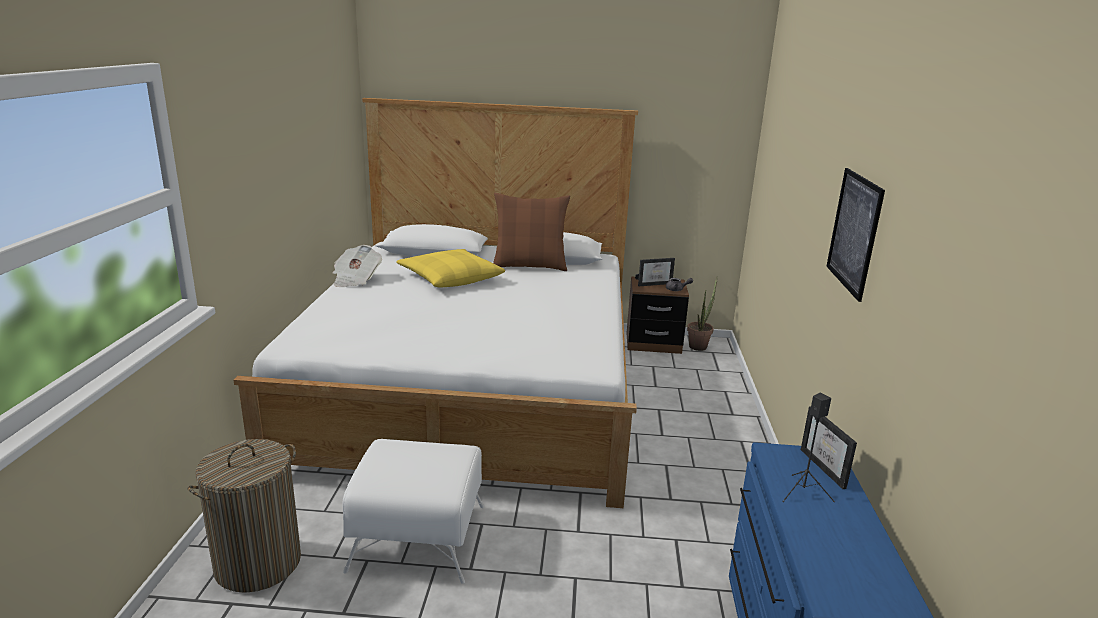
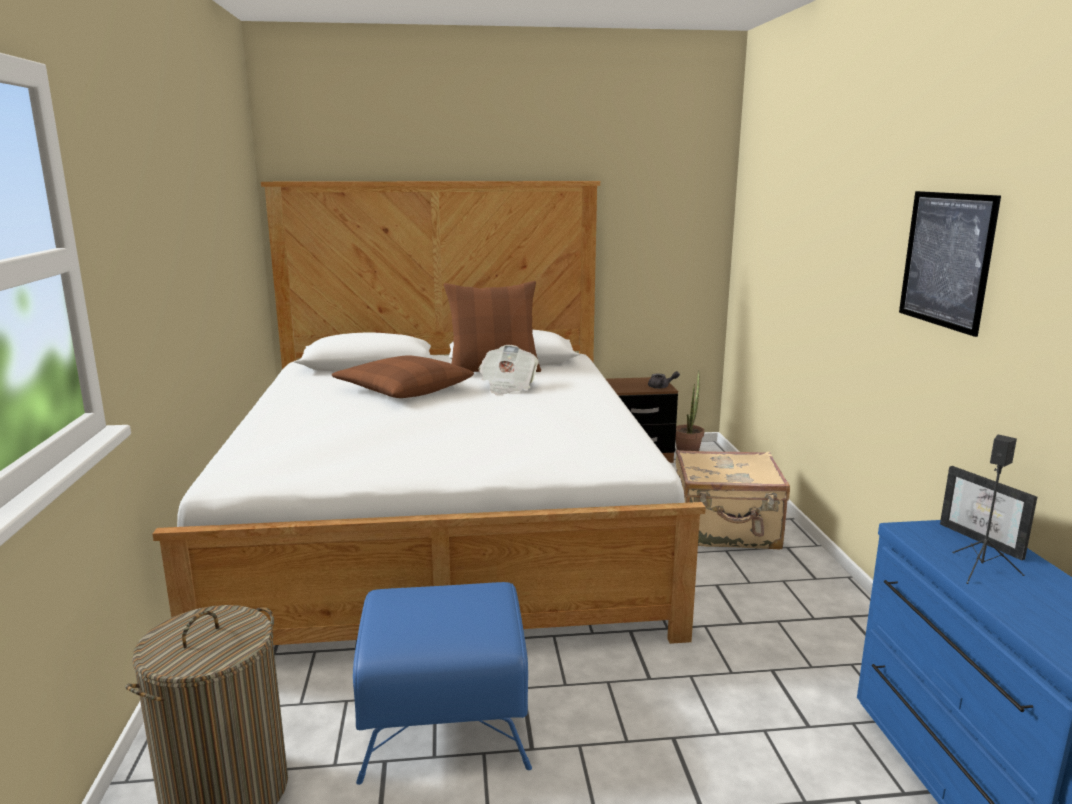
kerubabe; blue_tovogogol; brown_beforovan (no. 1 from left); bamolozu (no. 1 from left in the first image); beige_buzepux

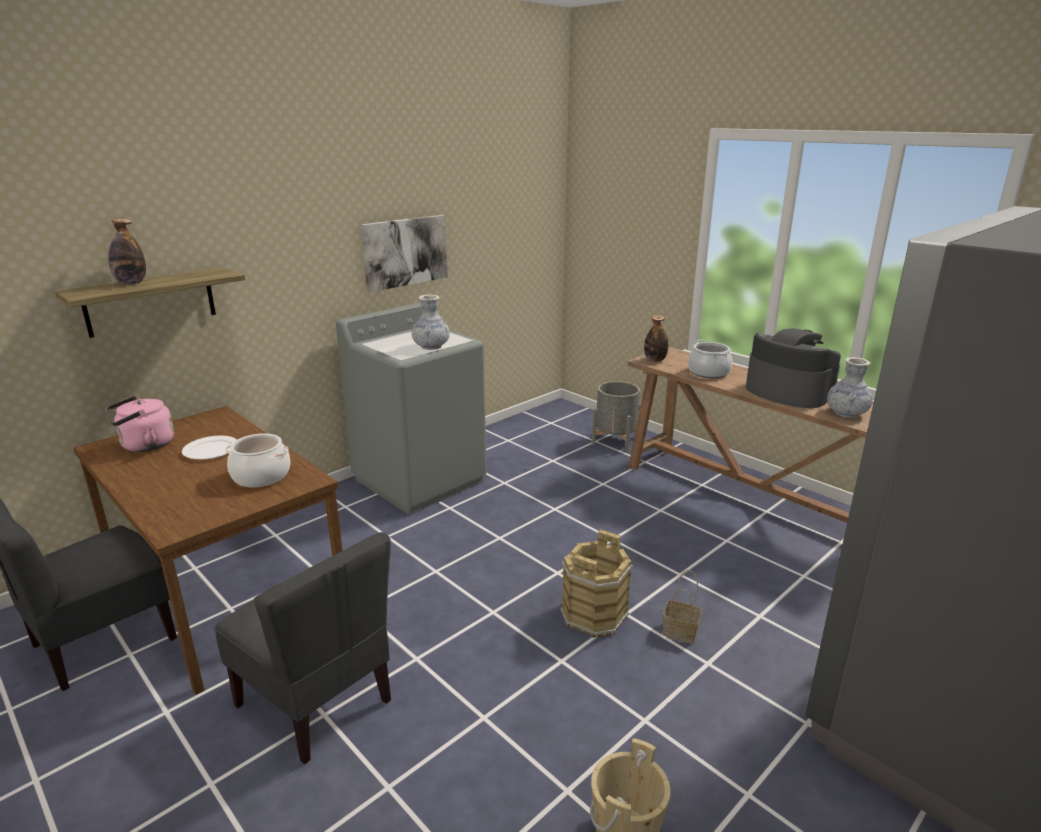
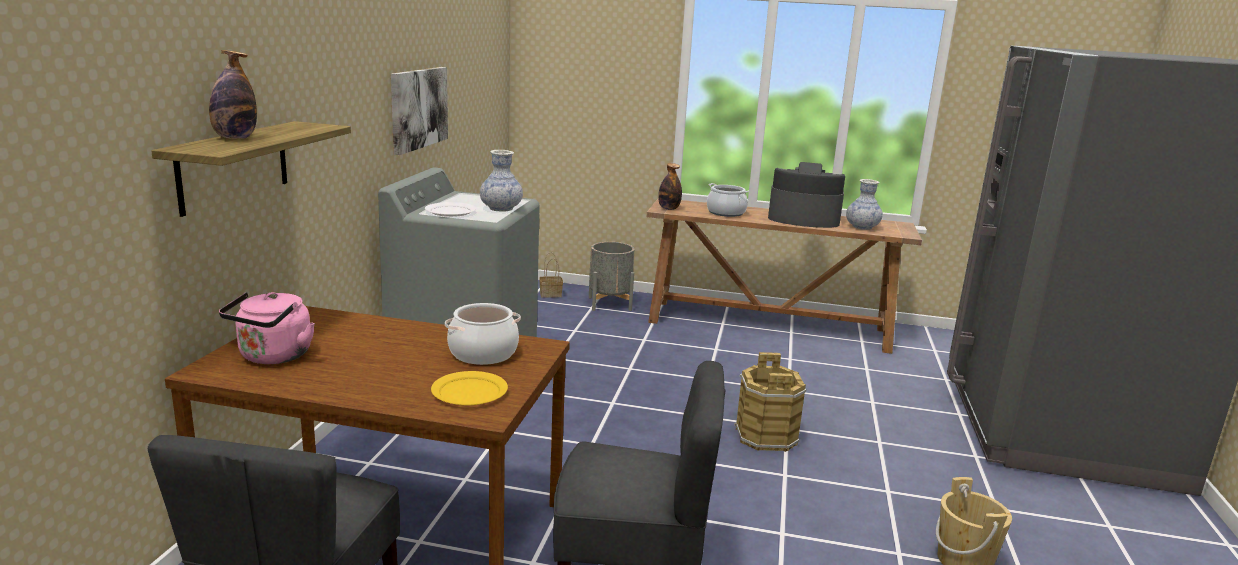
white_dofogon; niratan; yellow_dofogon

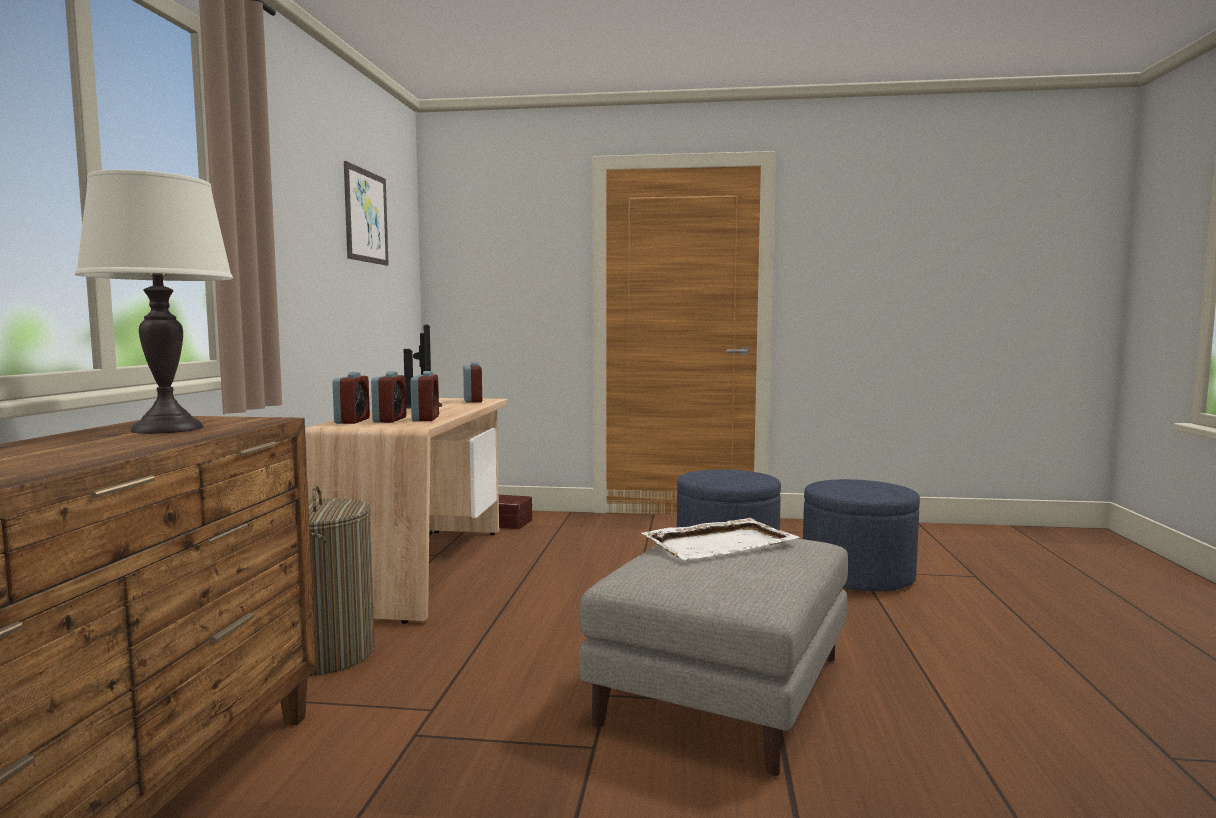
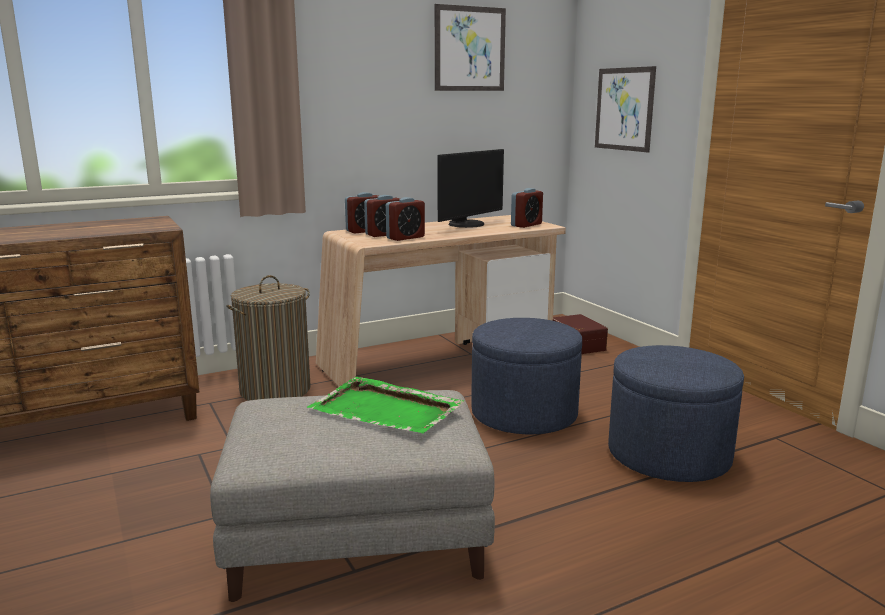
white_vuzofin; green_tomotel; blue_tovogogol (no. 1 from left); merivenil (no. 2 from left)

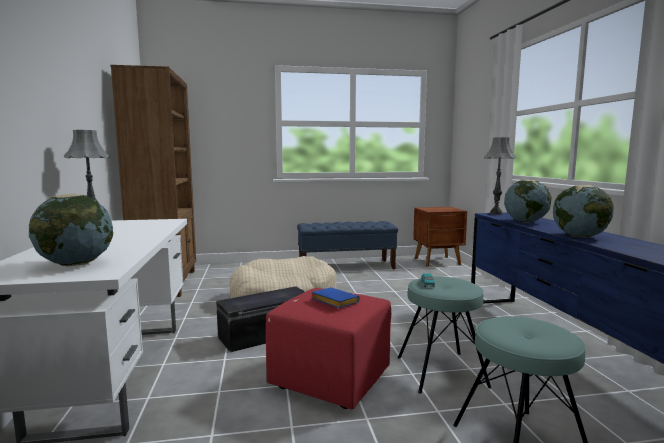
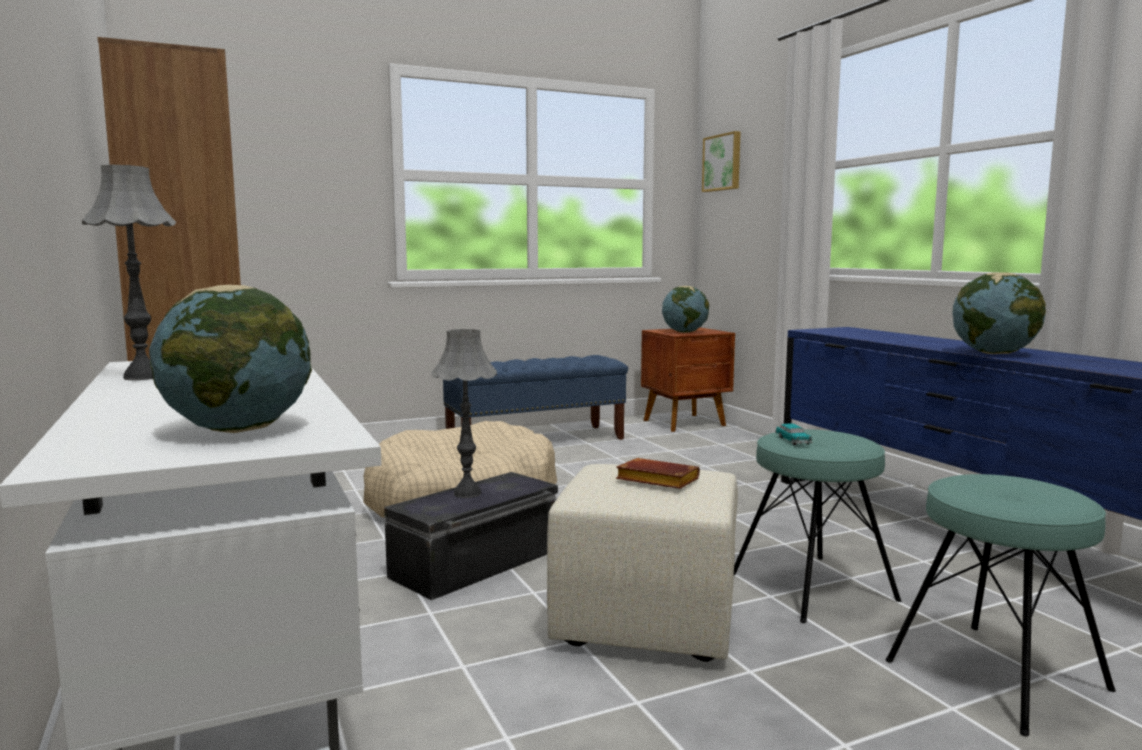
beige_tovogogol; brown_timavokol; grey_vuzofin (no. 2 from left); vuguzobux (no. 2 from left); merivenil

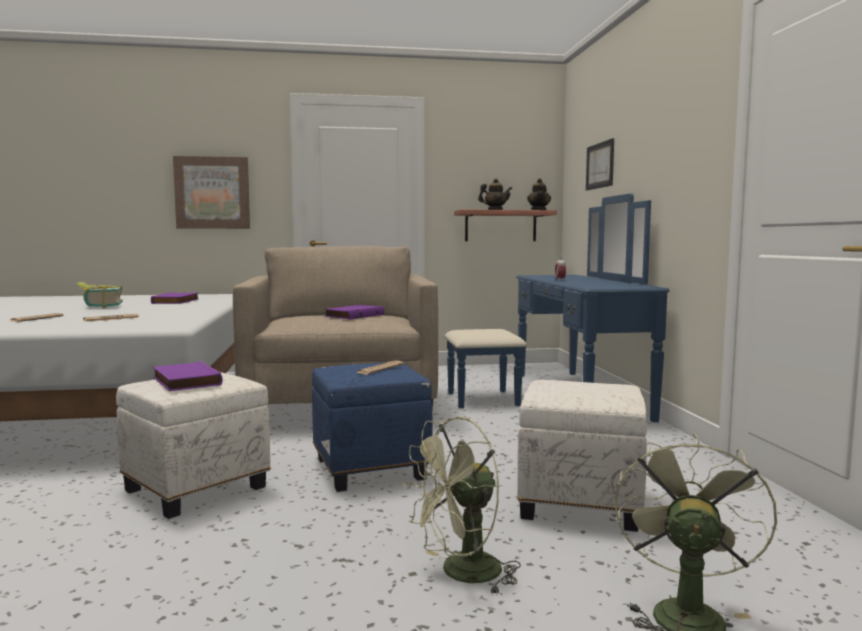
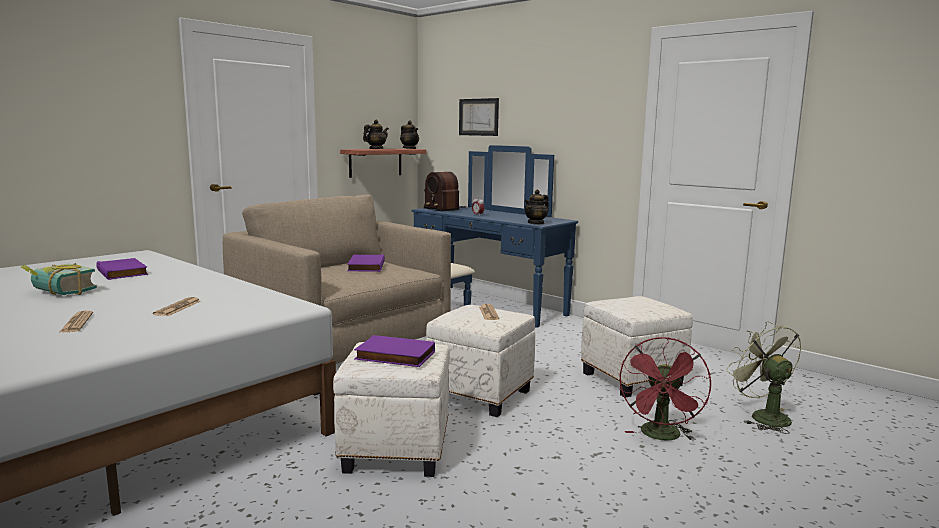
merivenil (no. 1 from left in the first image); white_tovogogol (no. 2 from left); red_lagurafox; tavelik; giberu (no. 3 from left)

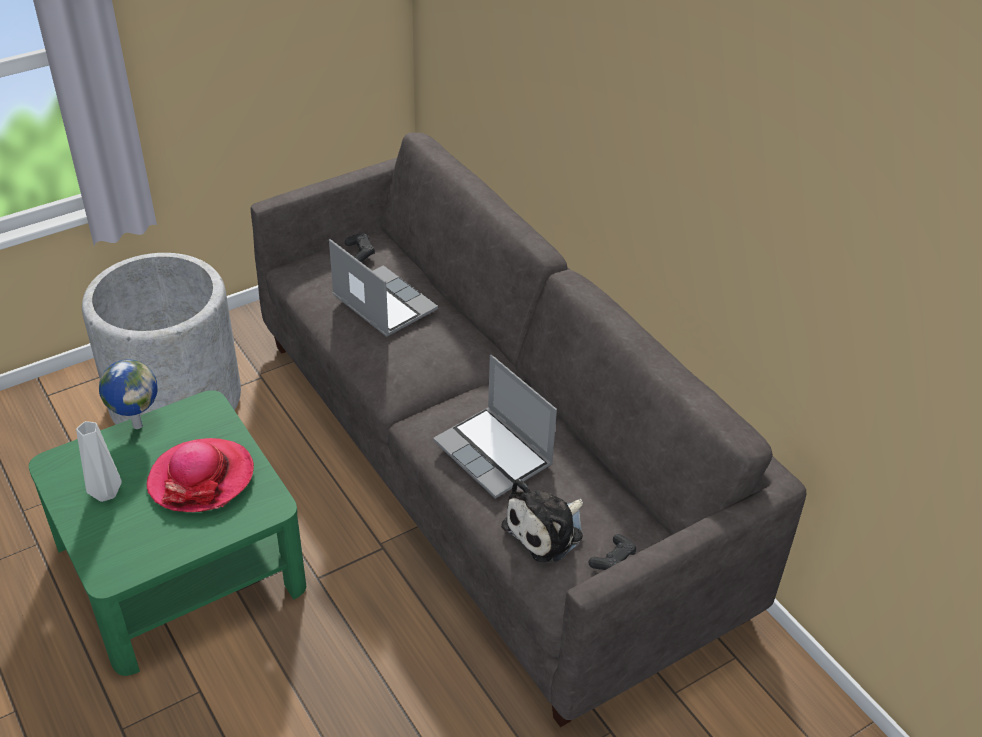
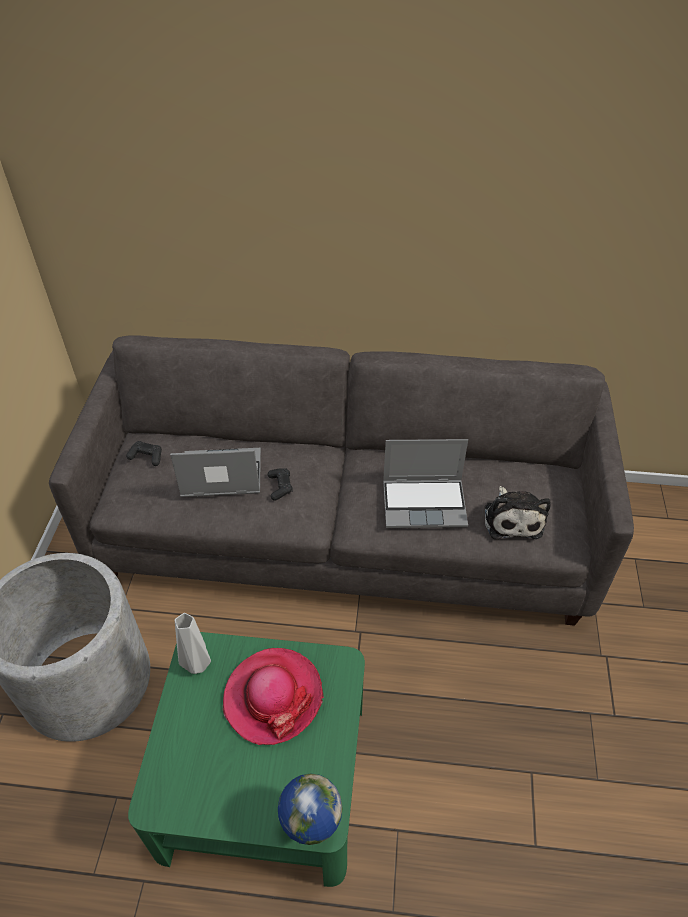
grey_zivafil; vuguzobux; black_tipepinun (no. 2 from left)

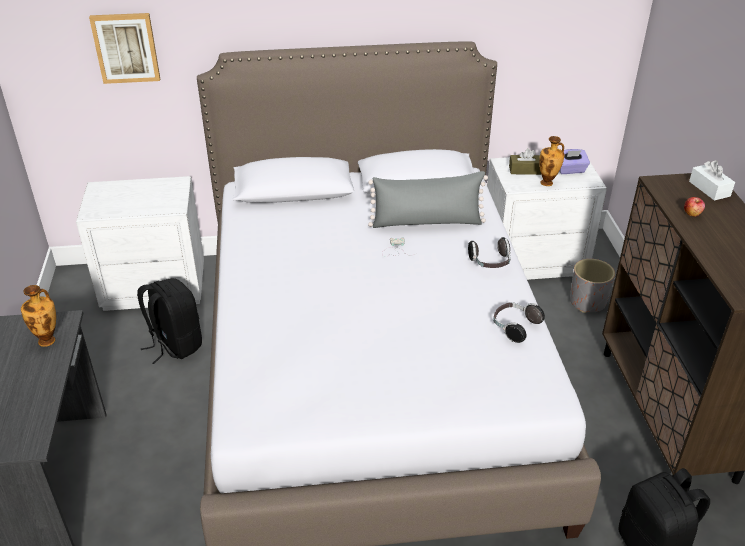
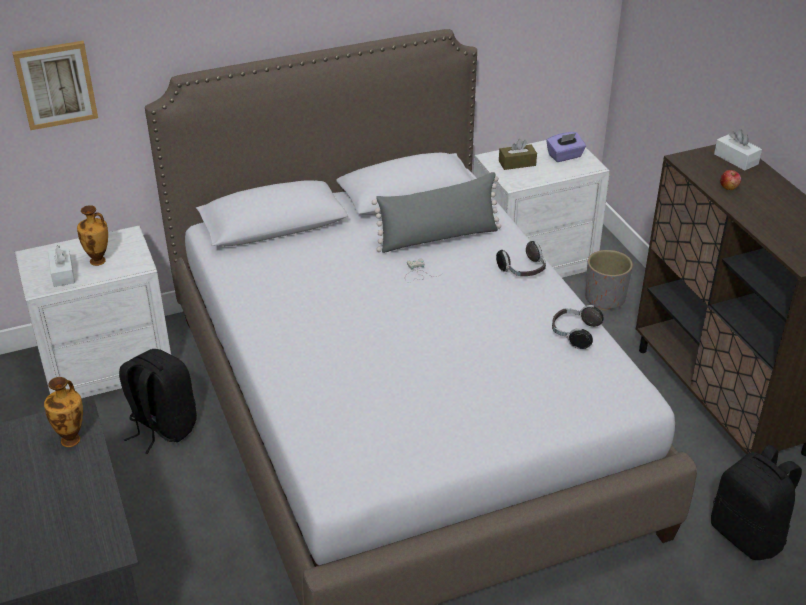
zivafil (no. 2 from left); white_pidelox (no. 1 from left)

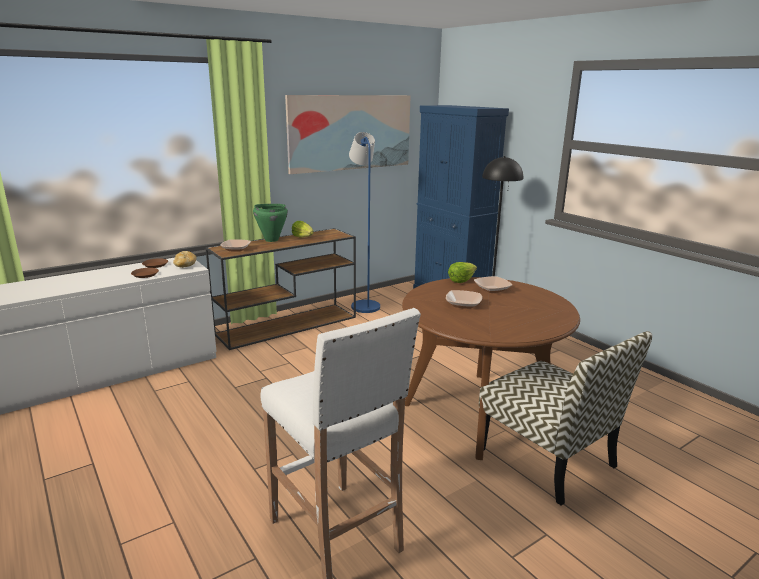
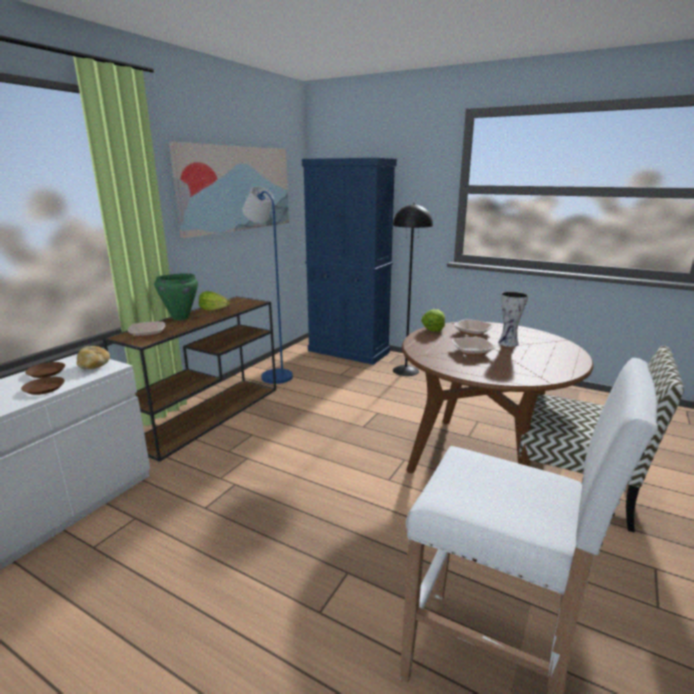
zivafil

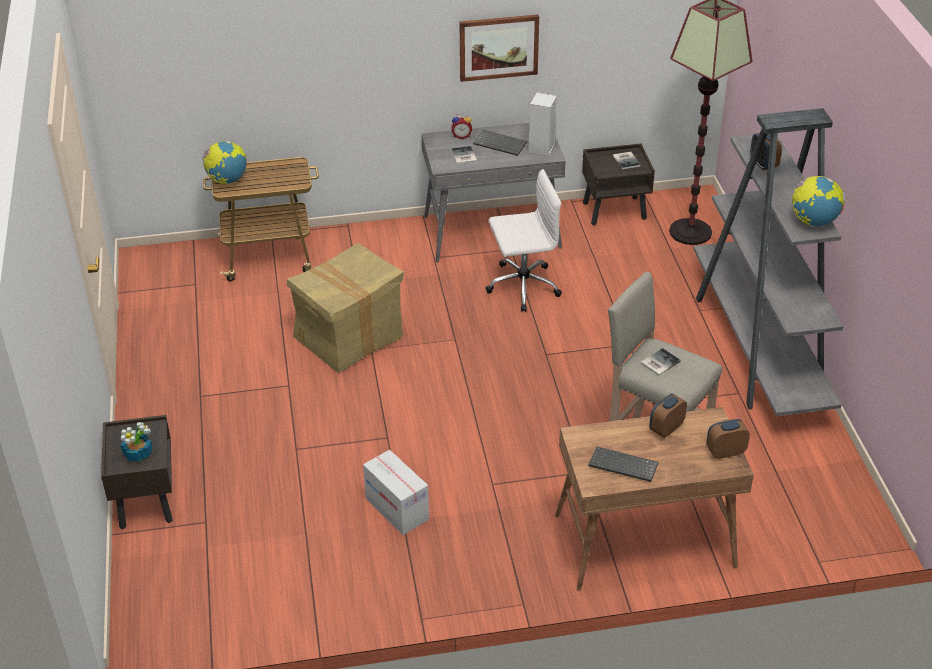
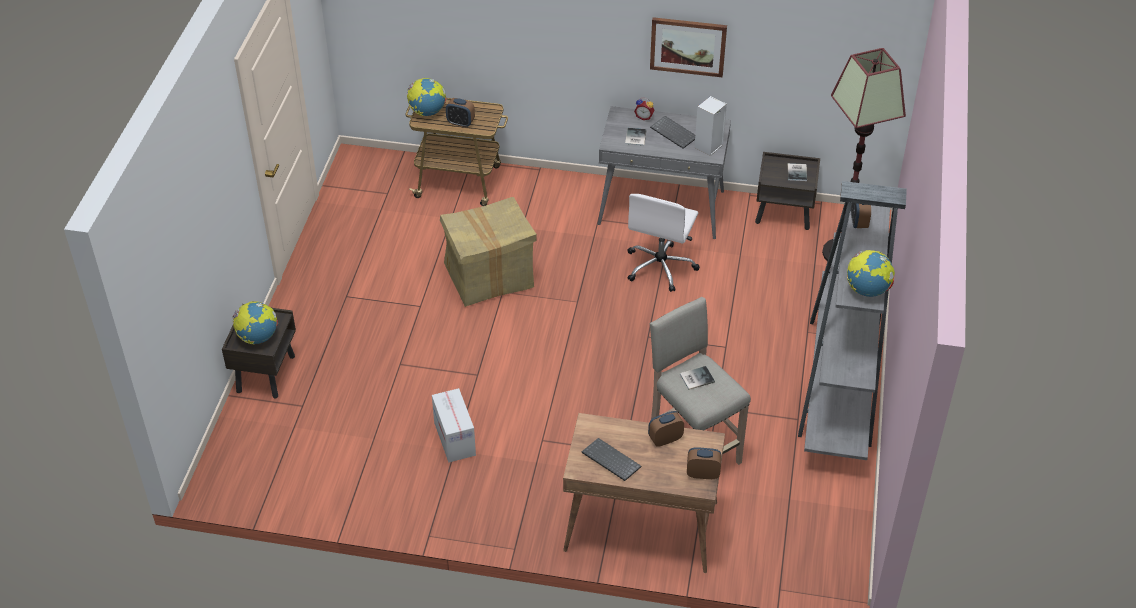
vuguzobux (no. 1 from left); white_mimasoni; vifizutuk (no. 1 from left)

